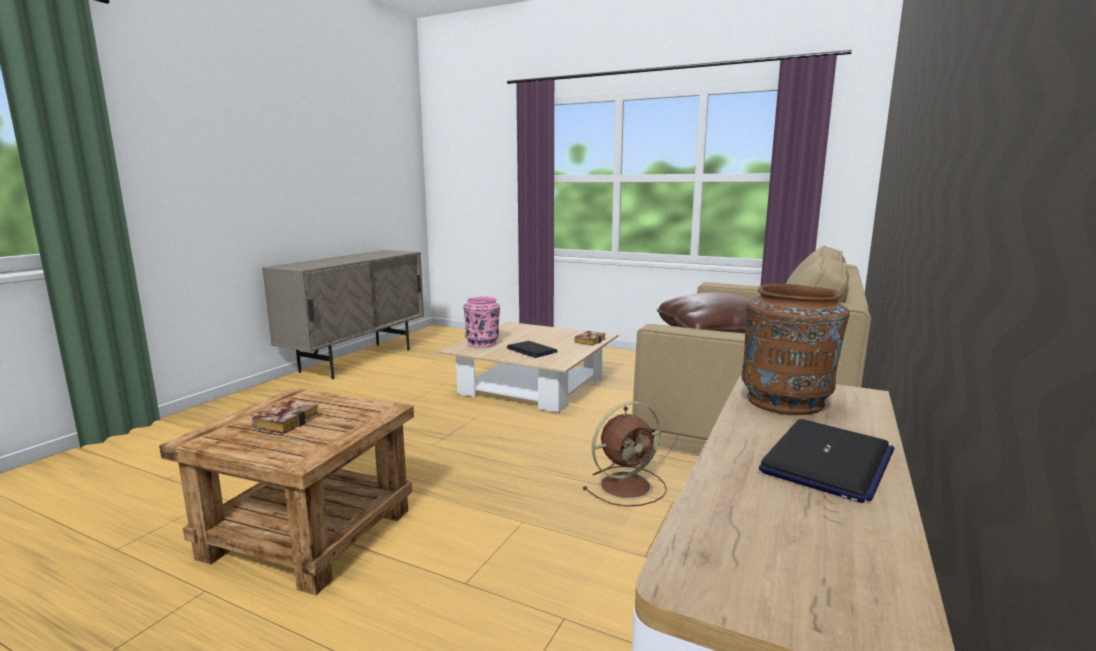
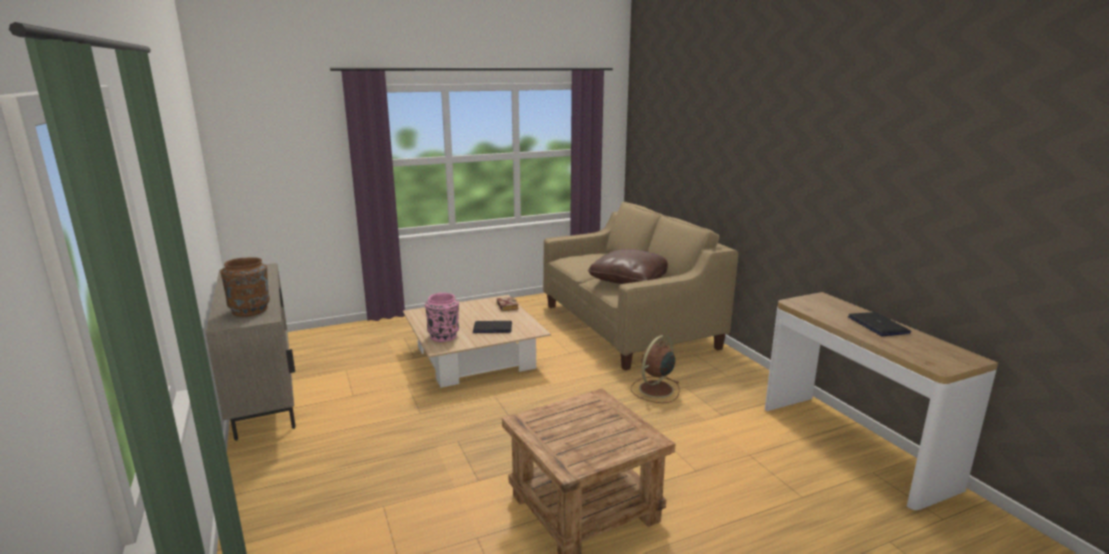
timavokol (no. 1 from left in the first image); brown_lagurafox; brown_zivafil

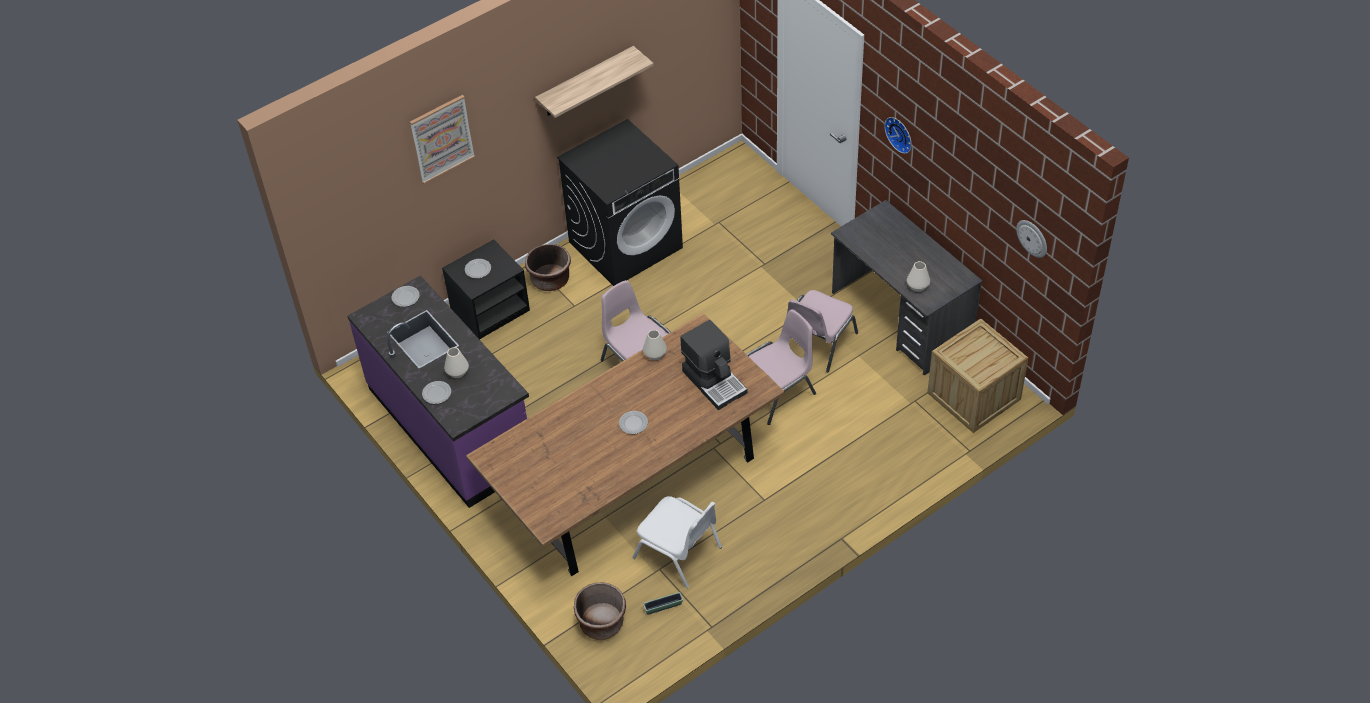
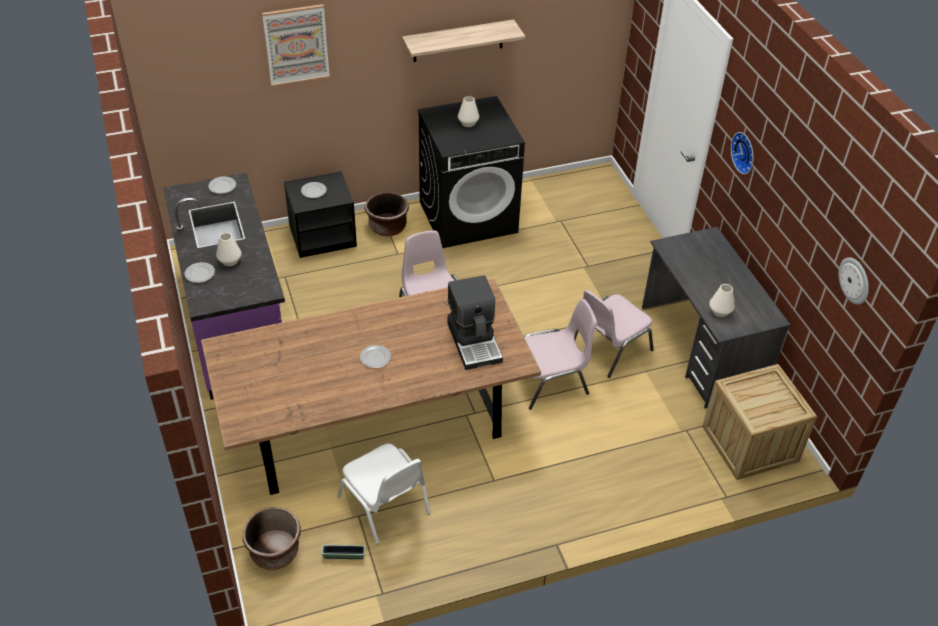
white_zivafil (no. 2 from left)

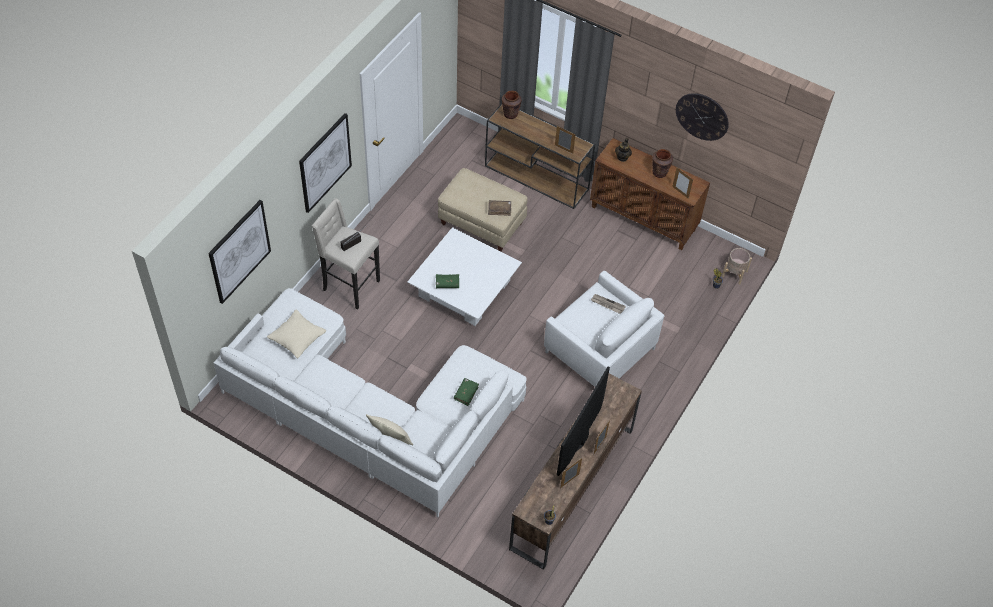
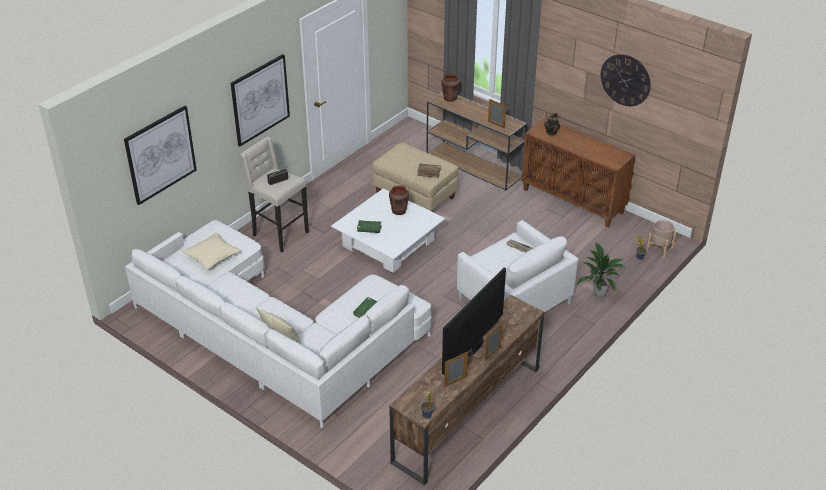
brown_zivafil (no. 1 from left); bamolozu (no. 4 from left in the first image); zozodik (no. 2 from left)

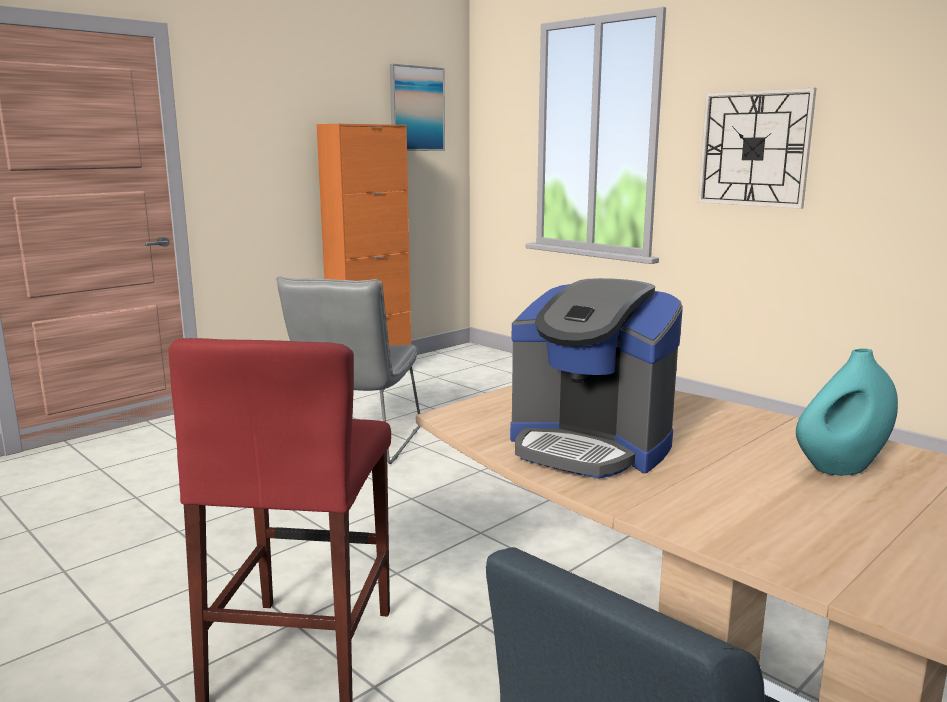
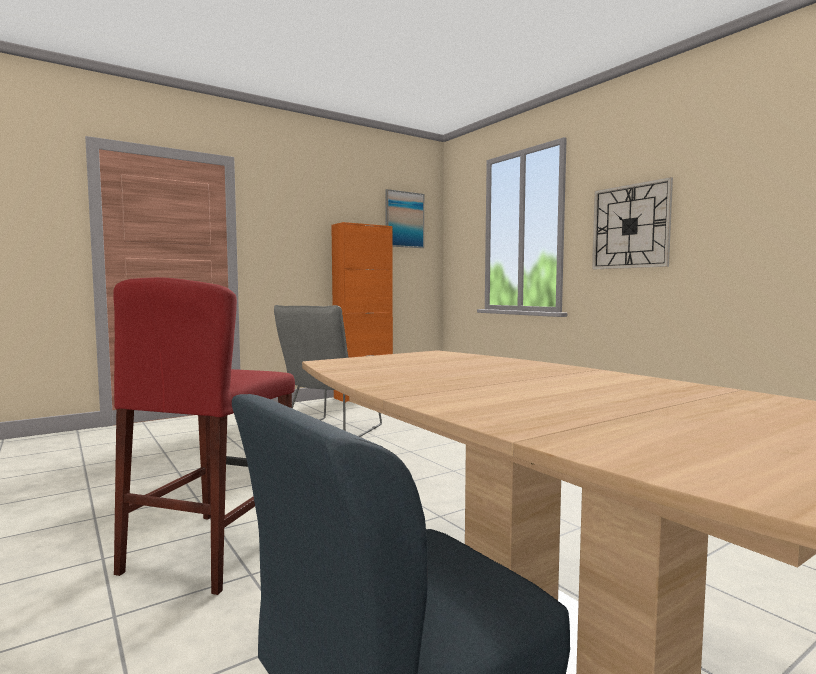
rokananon; turquoise_zivafil

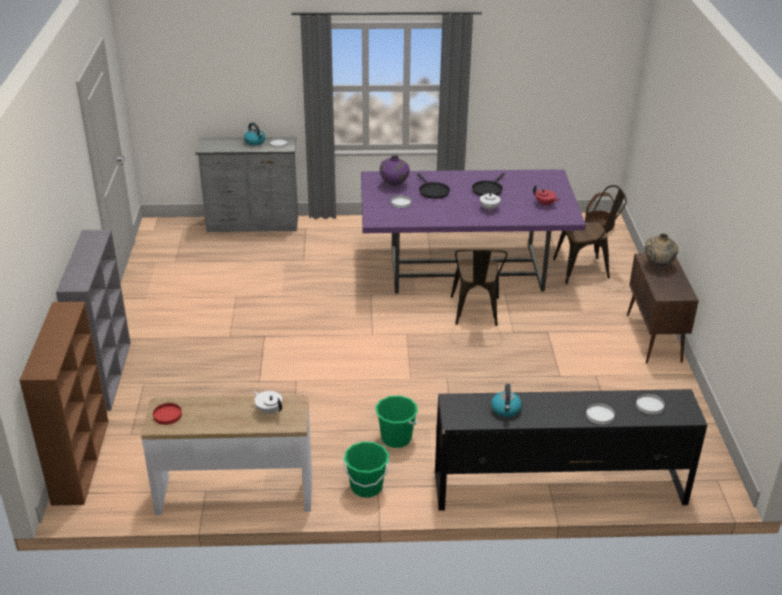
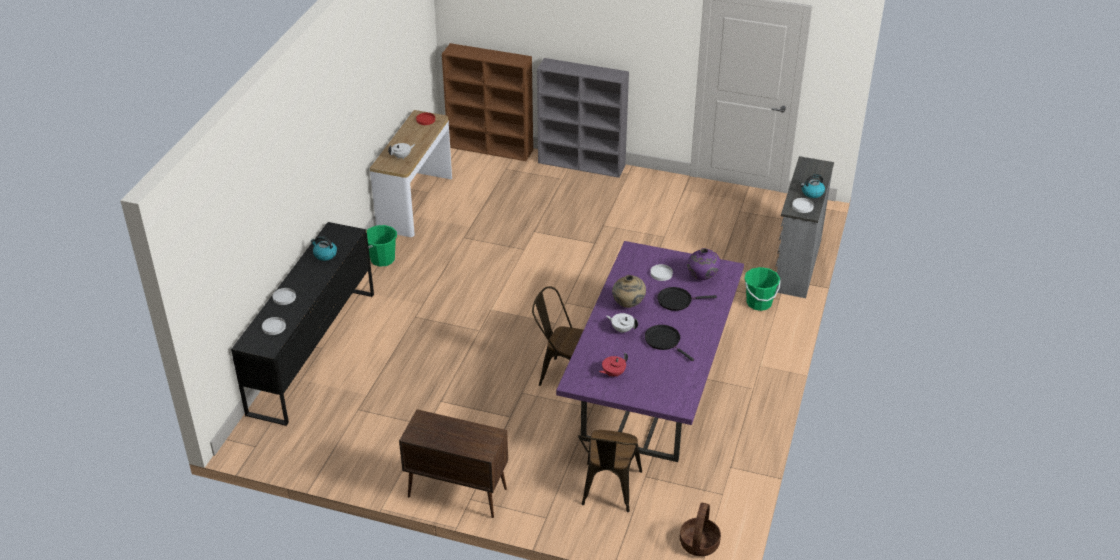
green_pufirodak (no. 2 from left); beige_zivafil

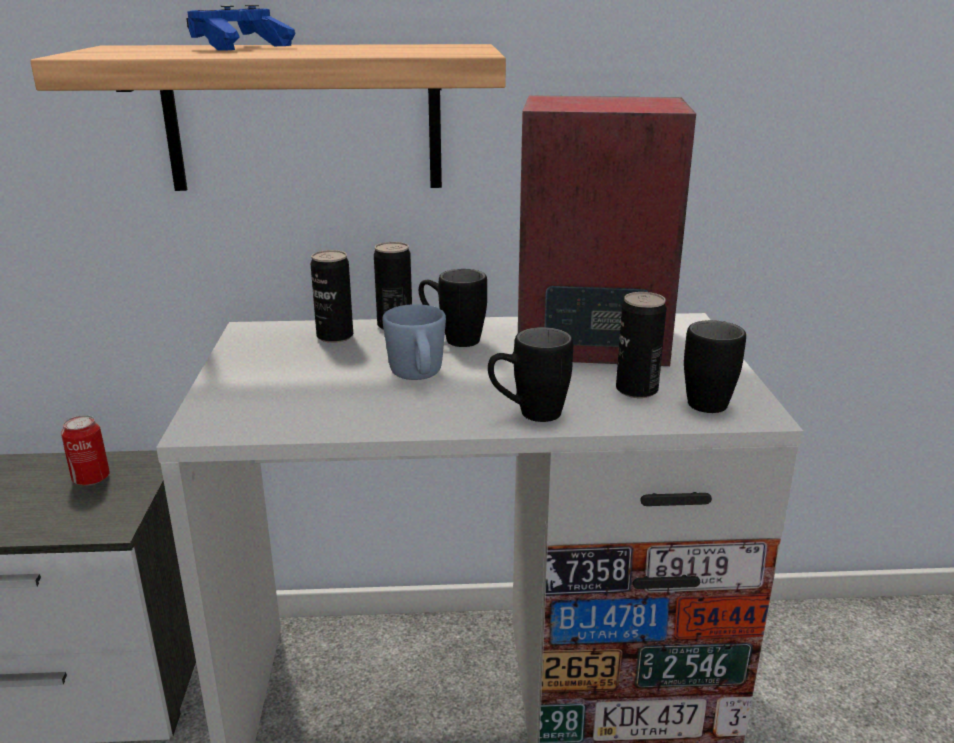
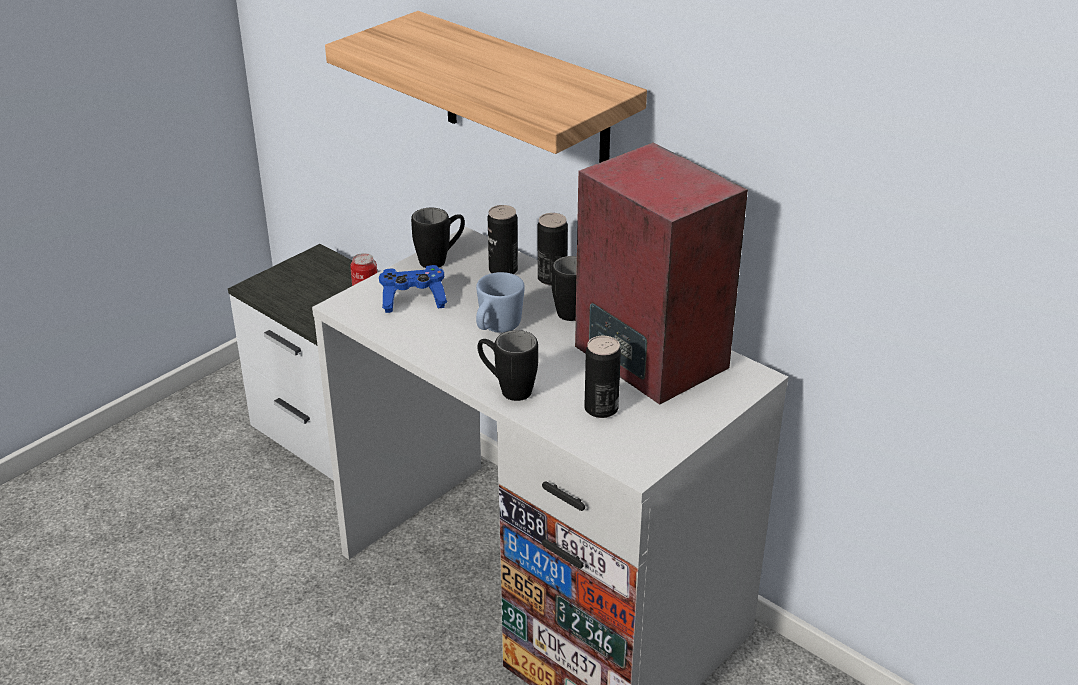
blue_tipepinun; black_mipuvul (no. 1 from left)

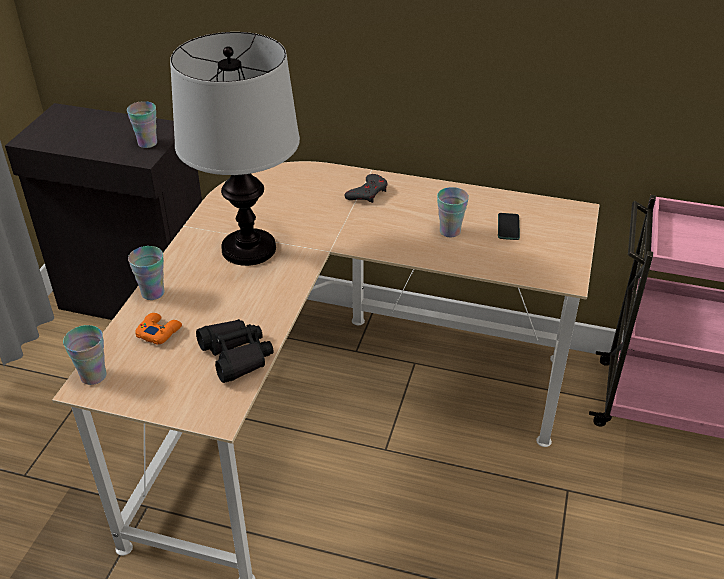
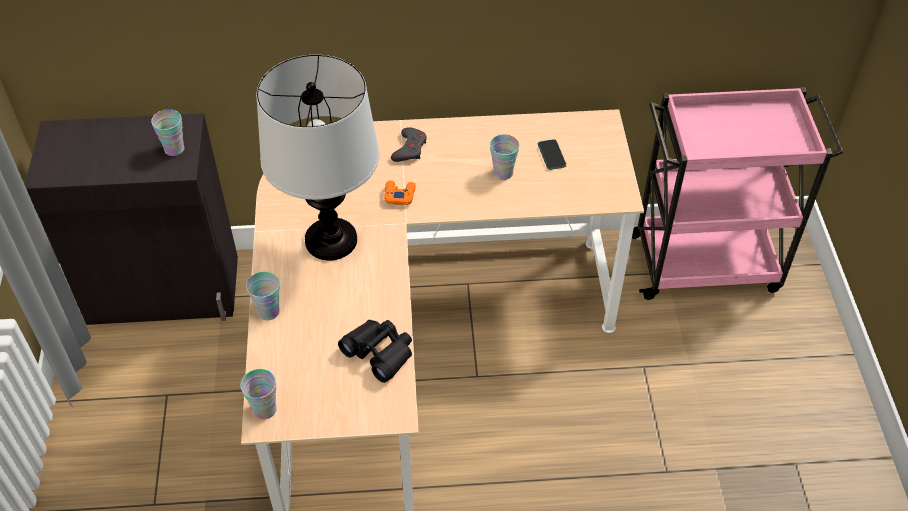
orange_tipepinun

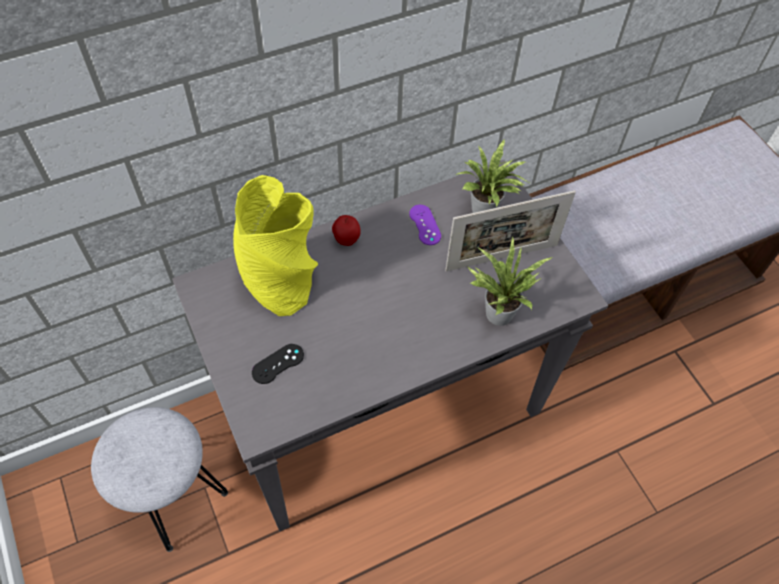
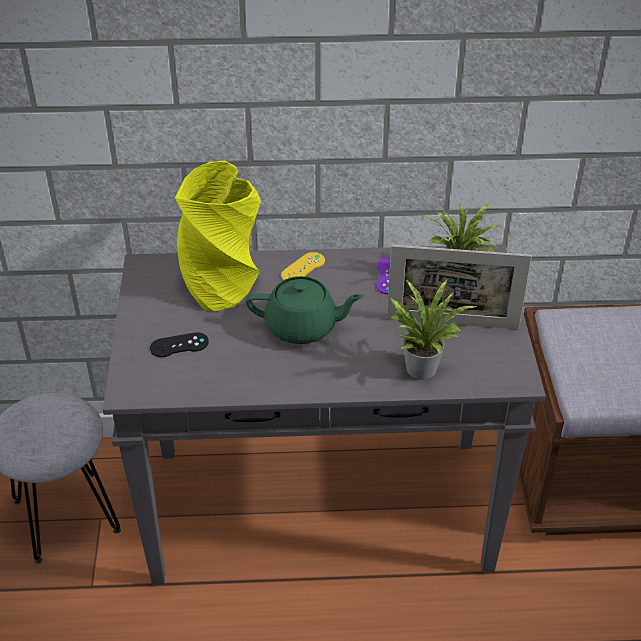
yellow_tipepinun; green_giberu

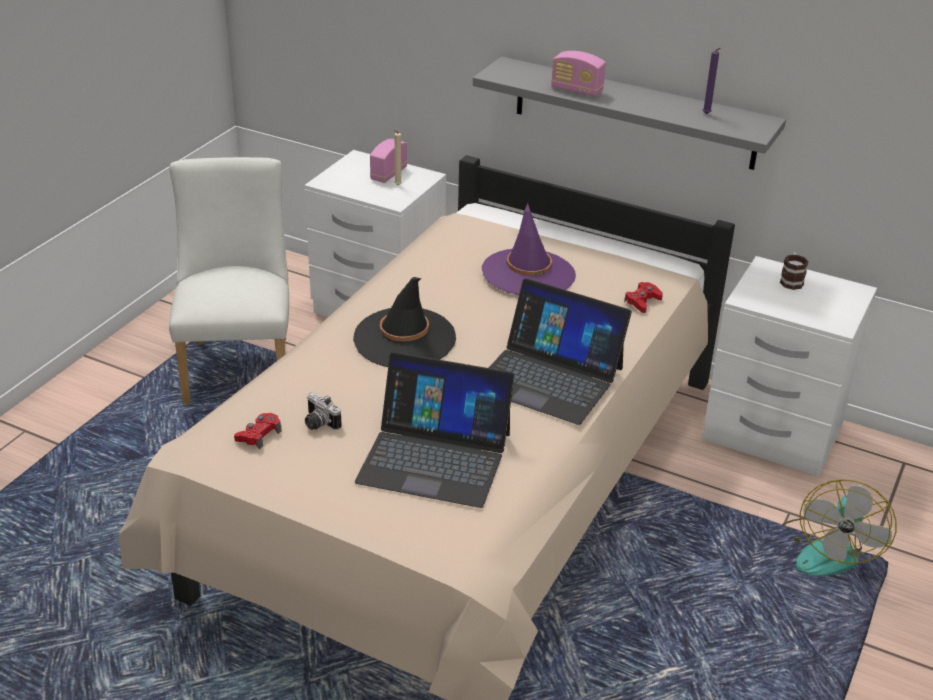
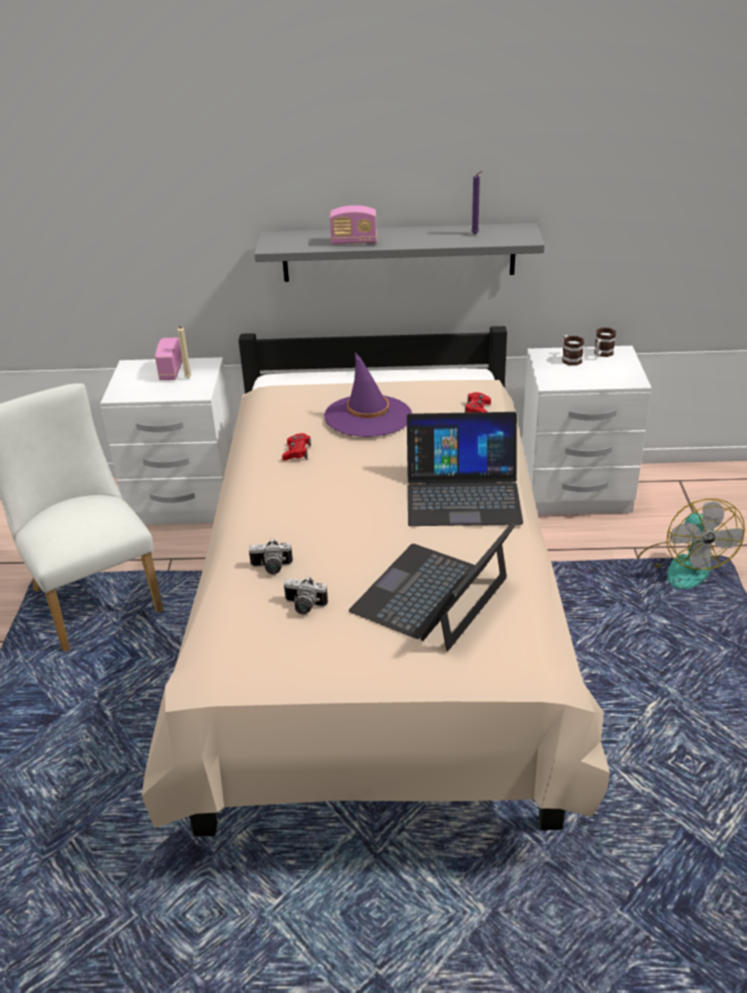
red_tipepinun (no. 1 from left); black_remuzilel; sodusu (no. 1 from left); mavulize (no. 1 from left); mipuvul (no. 2 from left)

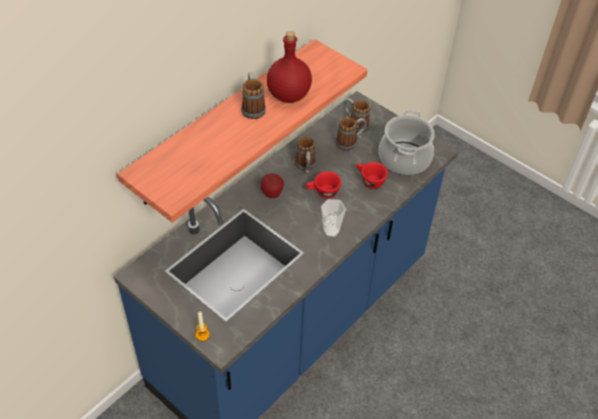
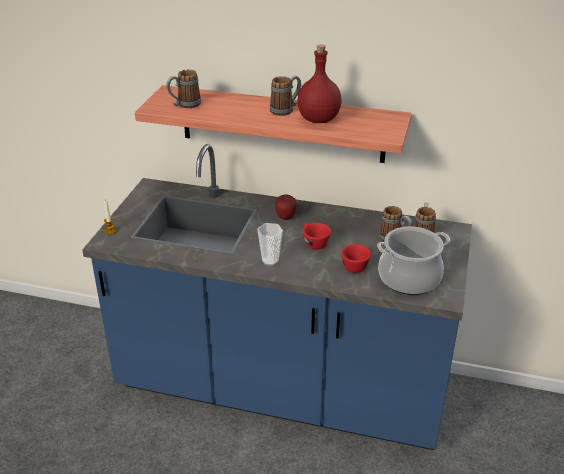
mipuvul (no. 1 from left)

